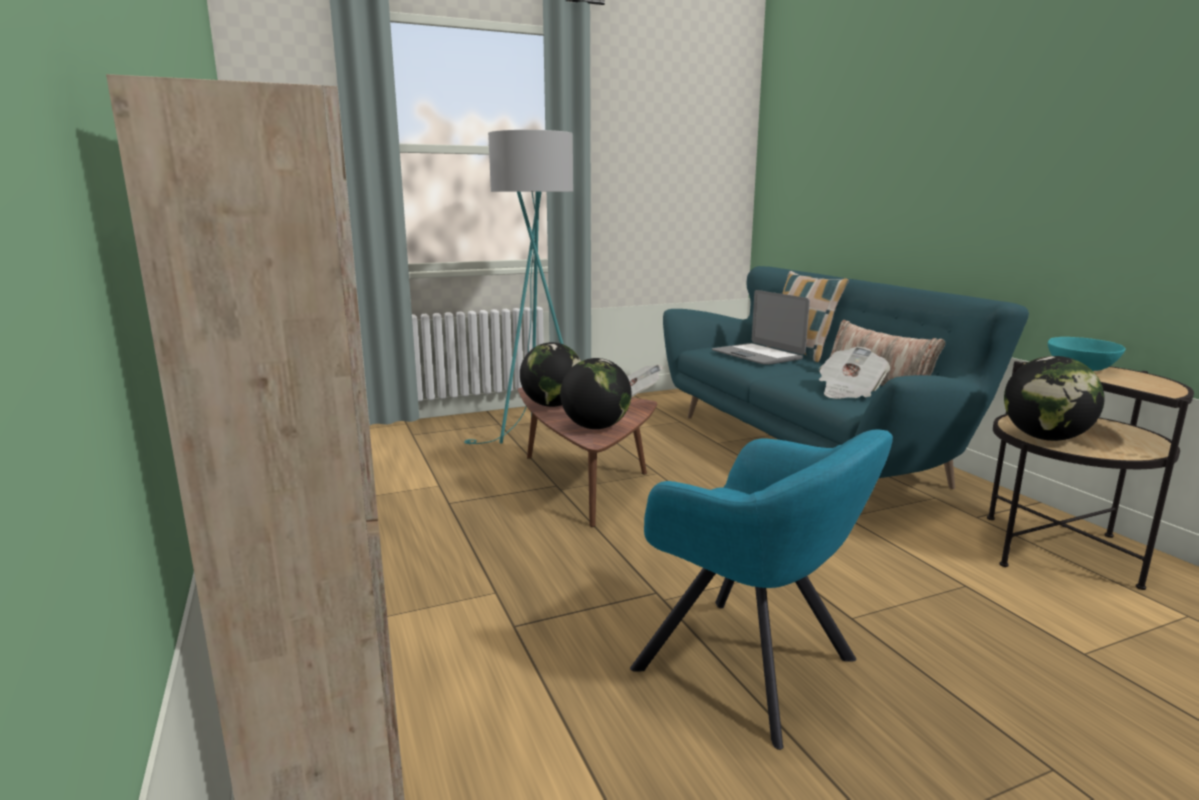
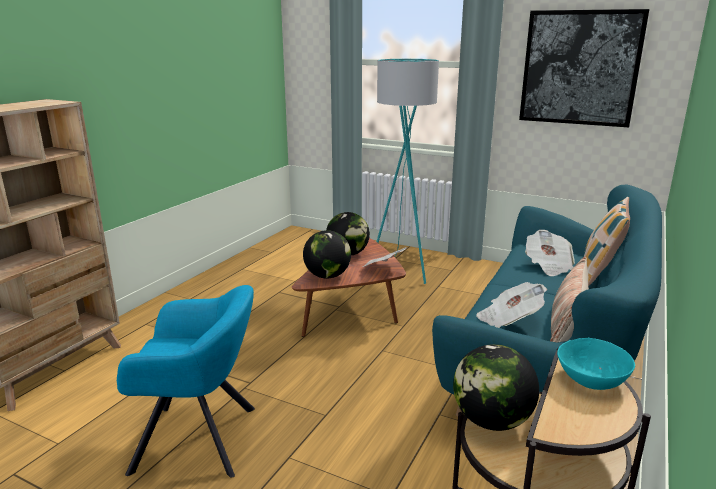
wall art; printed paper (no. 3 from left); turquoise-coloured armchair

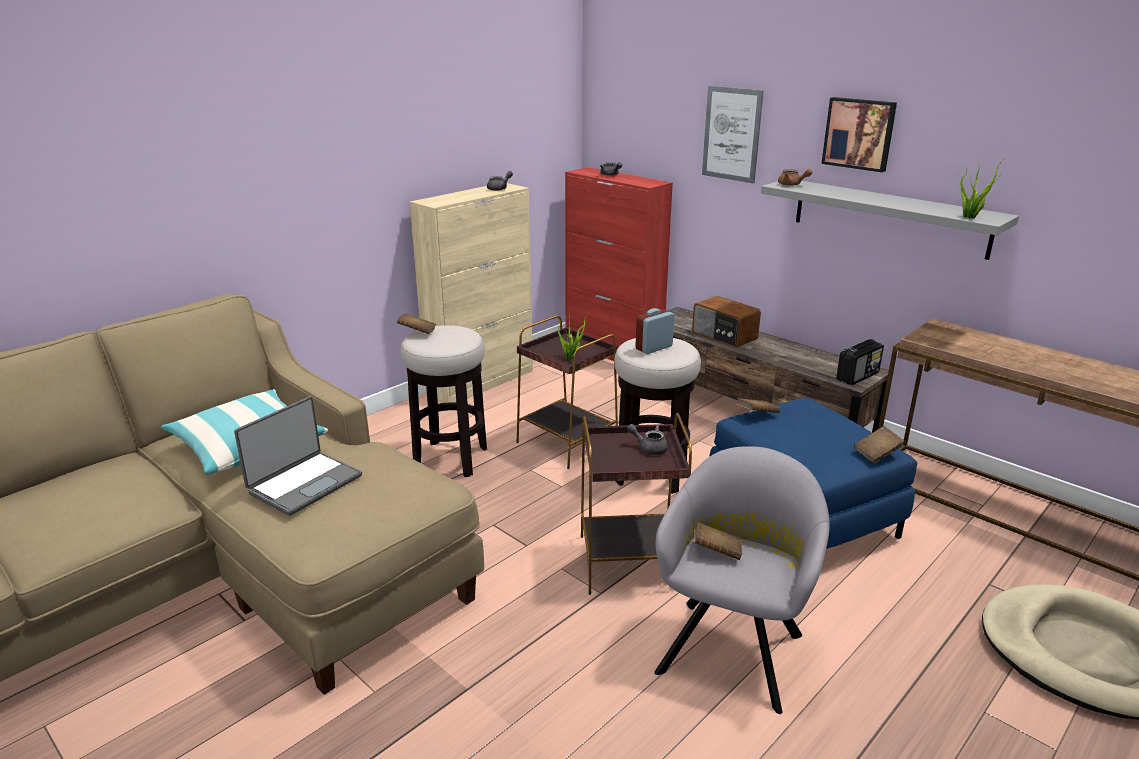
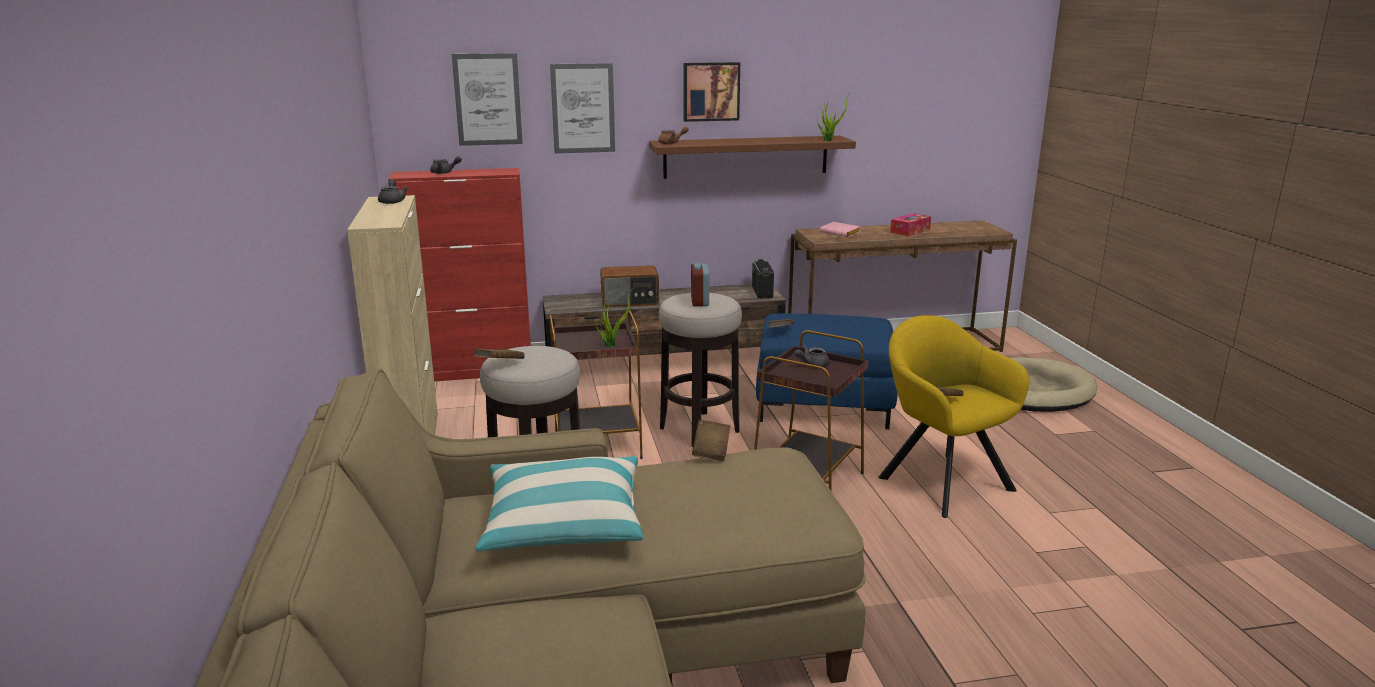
laptop; wall art (no. 1 from left); pink-coloured bound book; tissue holder; brownish bound book (no. 2 from left); yellow-coloured armchair; brownish wall shelf

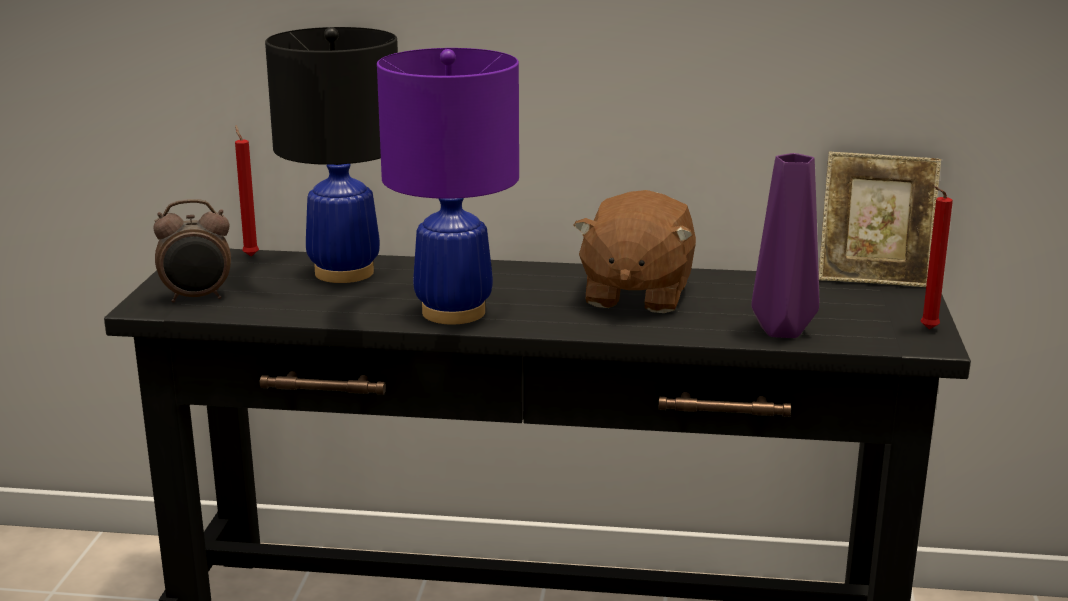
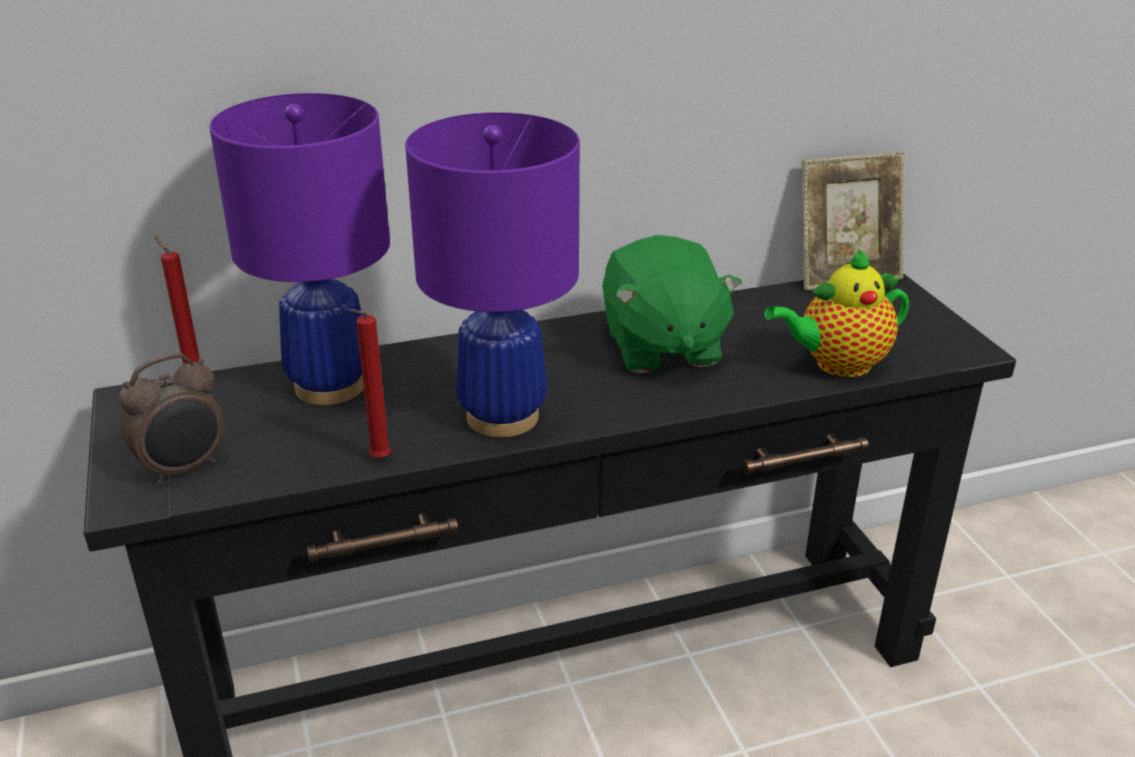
red candle (no. 2 from left); pot for tea; purple tabletop lamp (no. 1 from left); green-coloured soft toy

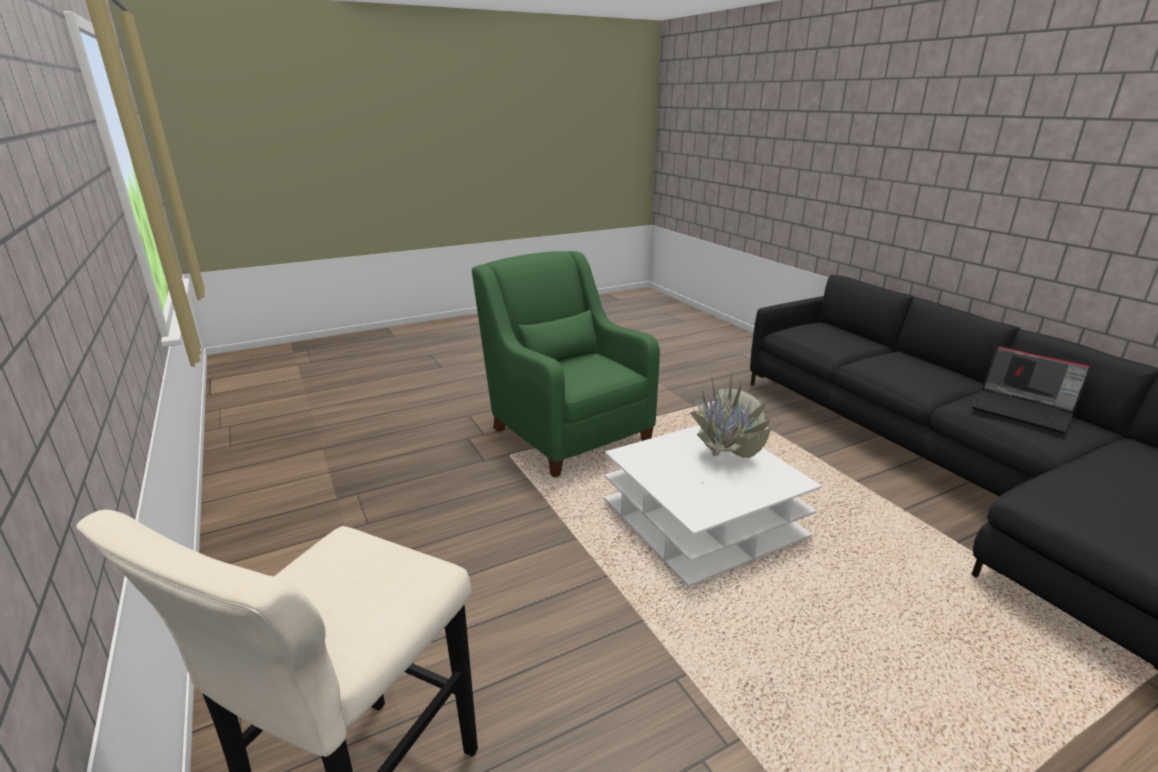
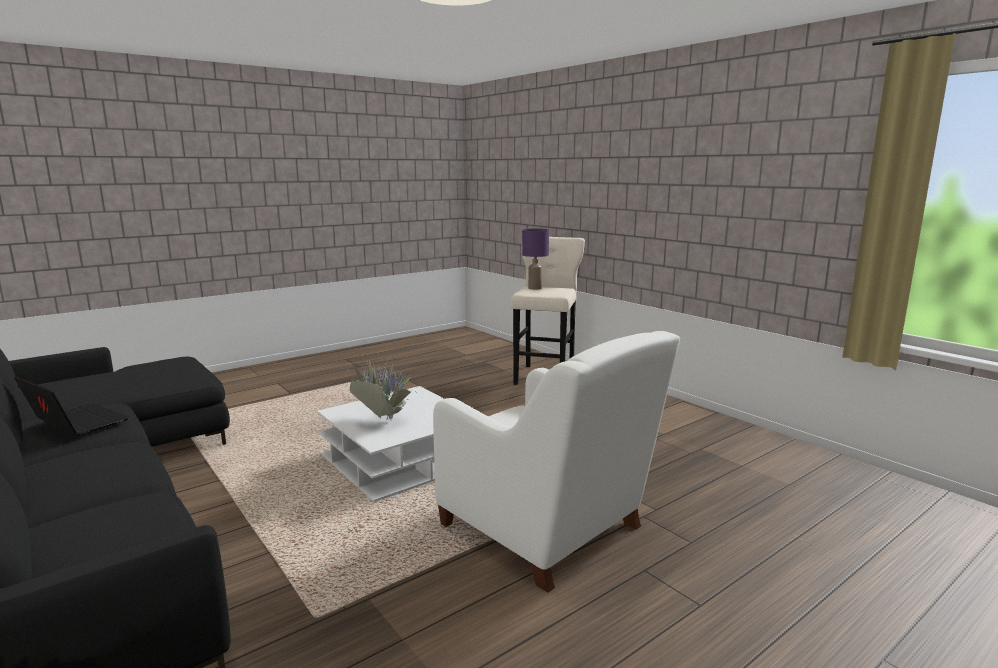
purple tabletop lamp; white-coloured armchair

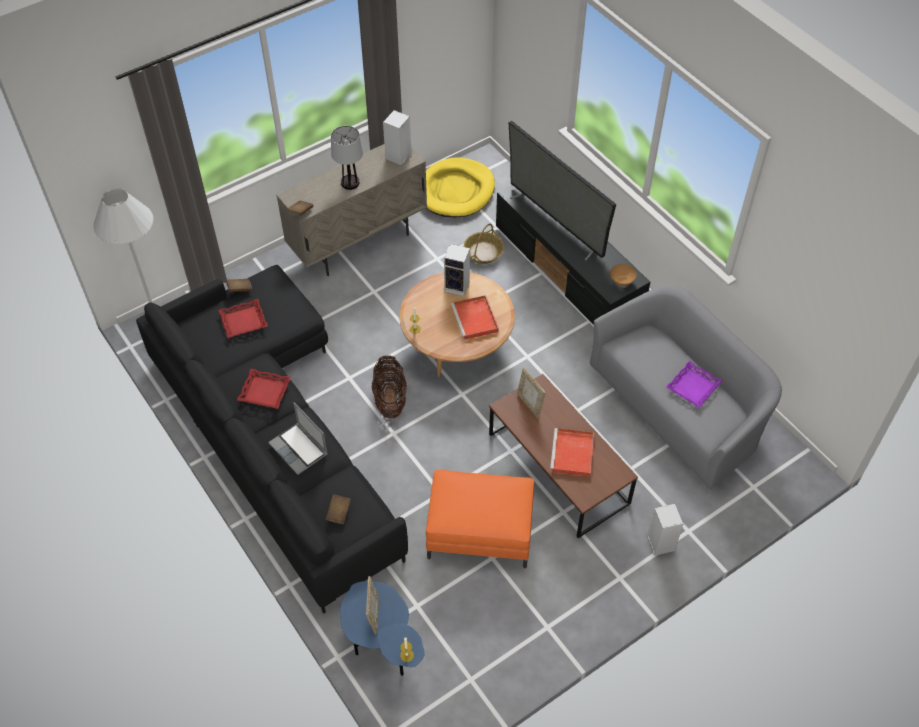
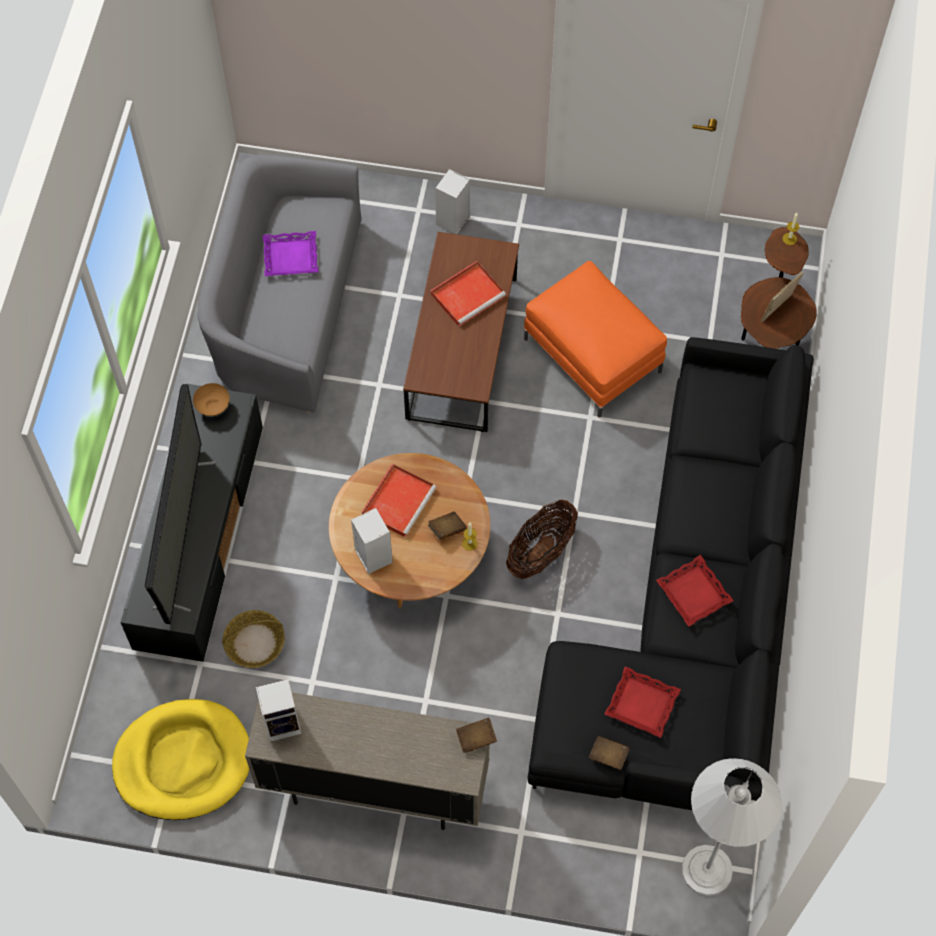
laptop; tabletop lamp; picture frame (no. 2 from left in the first image); brownish bound book (no. 1 from left); brownish accent table

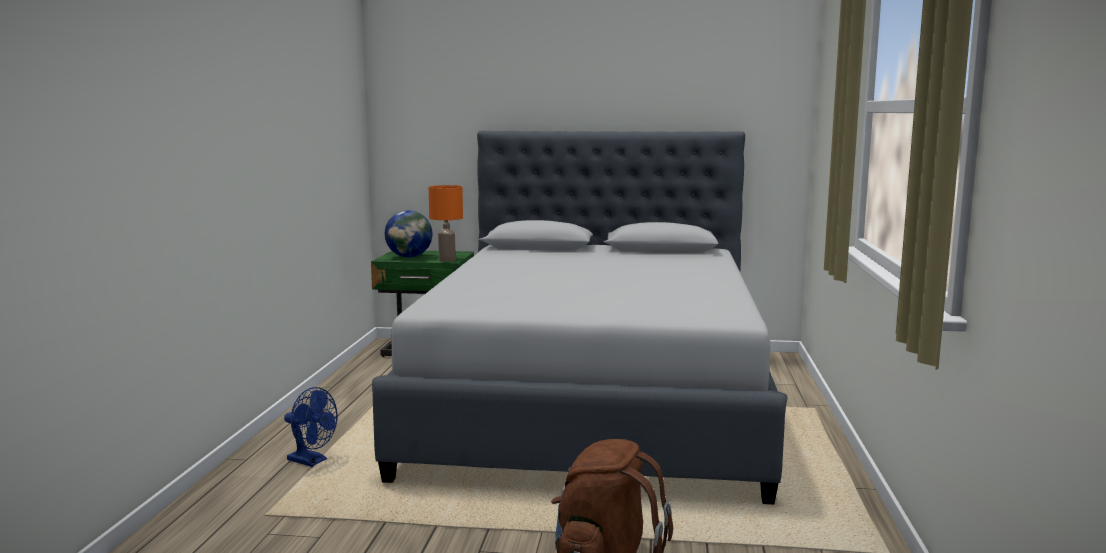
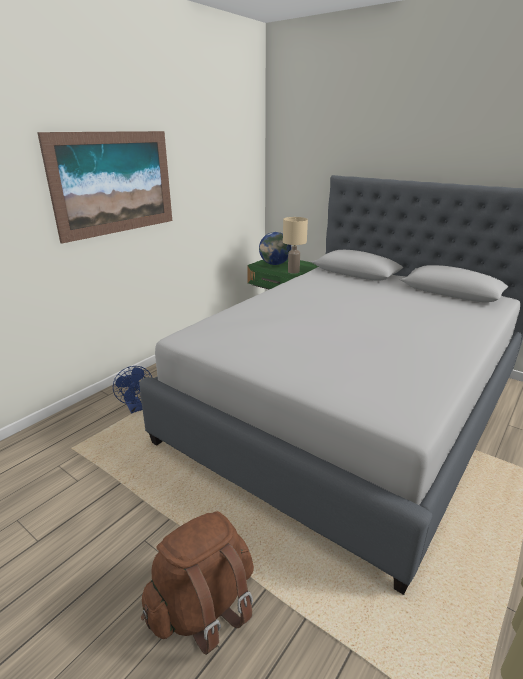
wall art; sand-coloured tabletop lamp

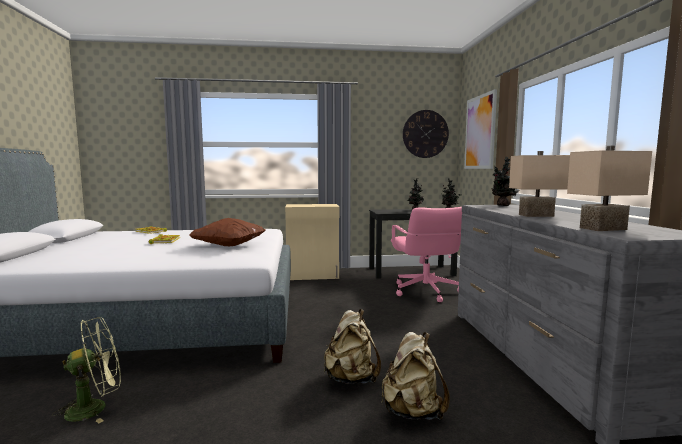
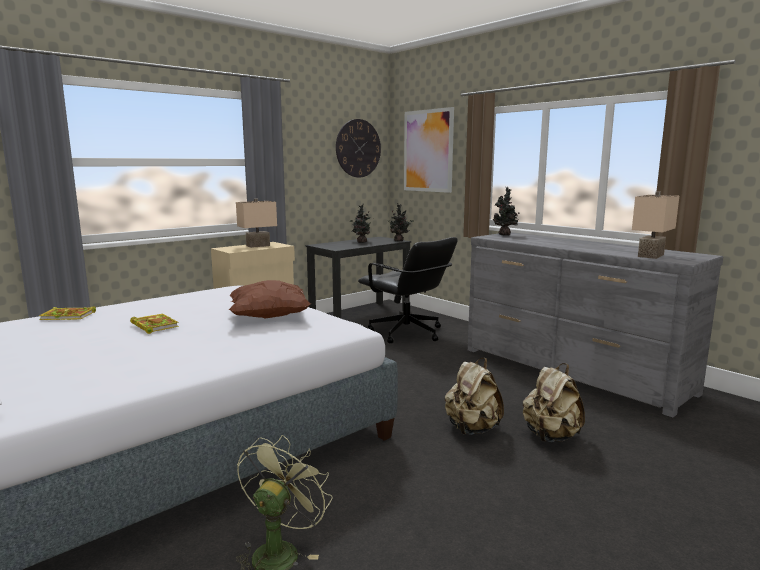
sand-coloured tabletop lamp (no. 1 from left); black computer chair

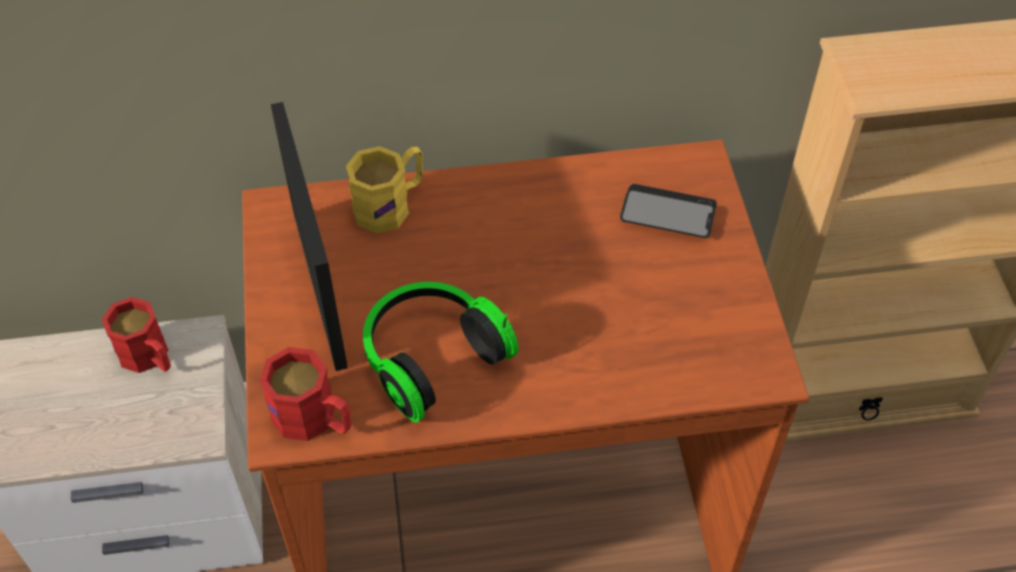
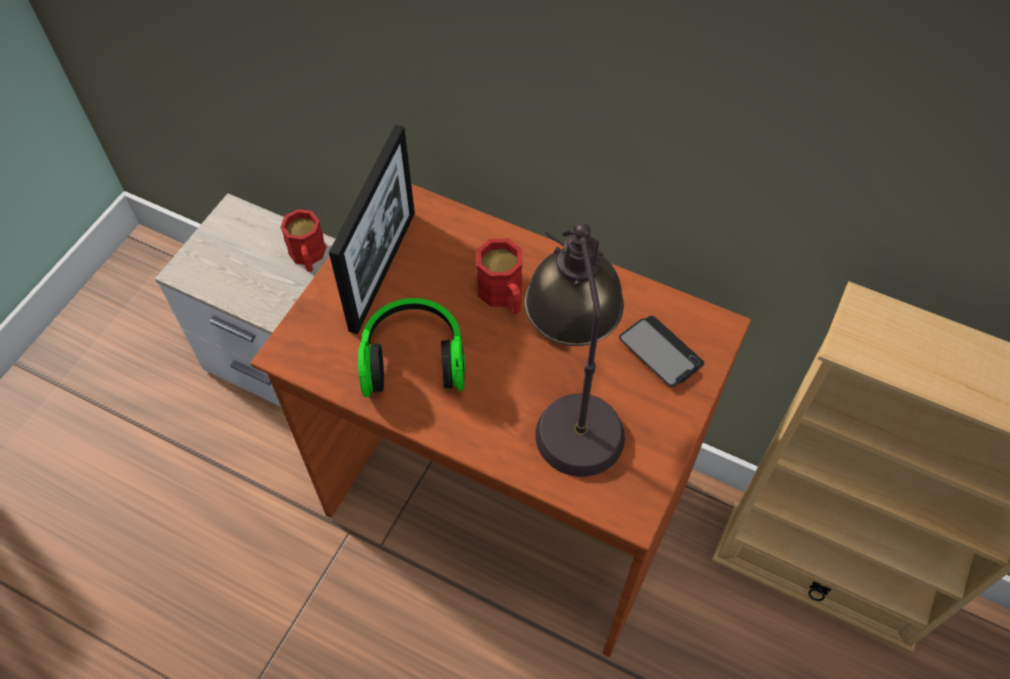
yellow-coloured mug; tabletop lamp; red mug (no. 2 from left)

